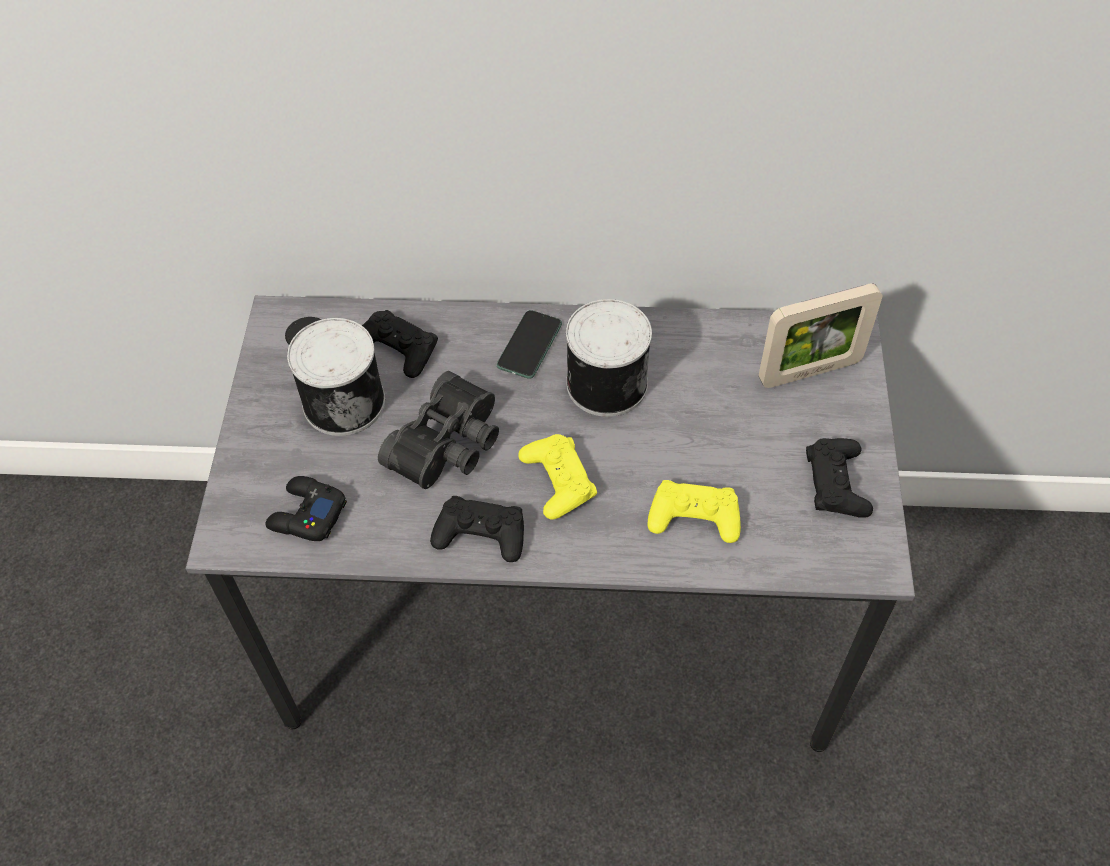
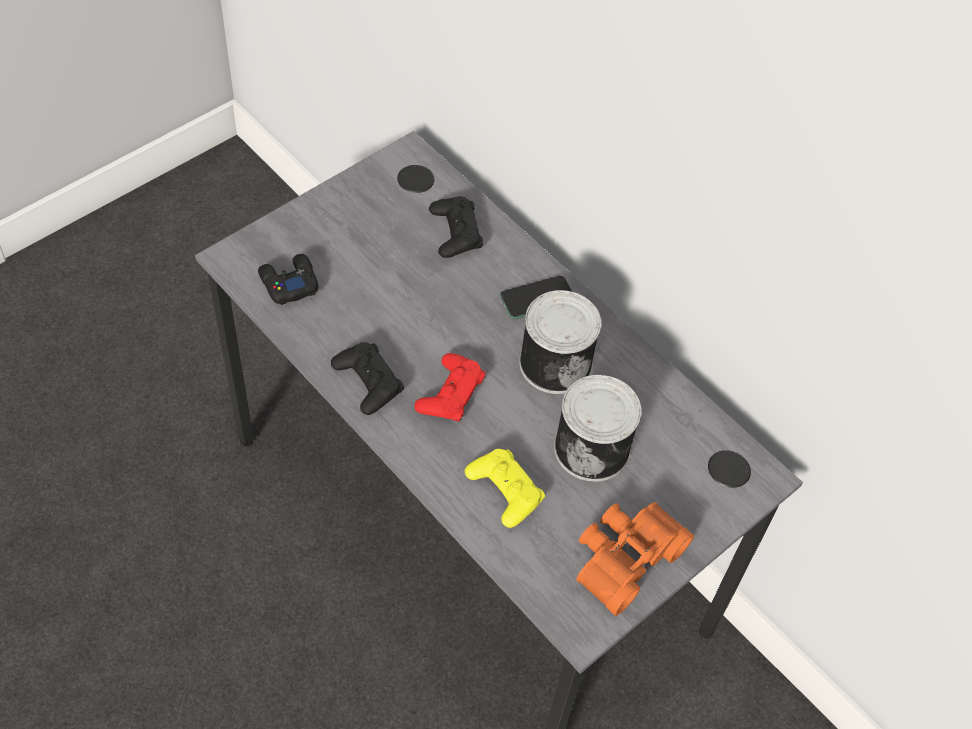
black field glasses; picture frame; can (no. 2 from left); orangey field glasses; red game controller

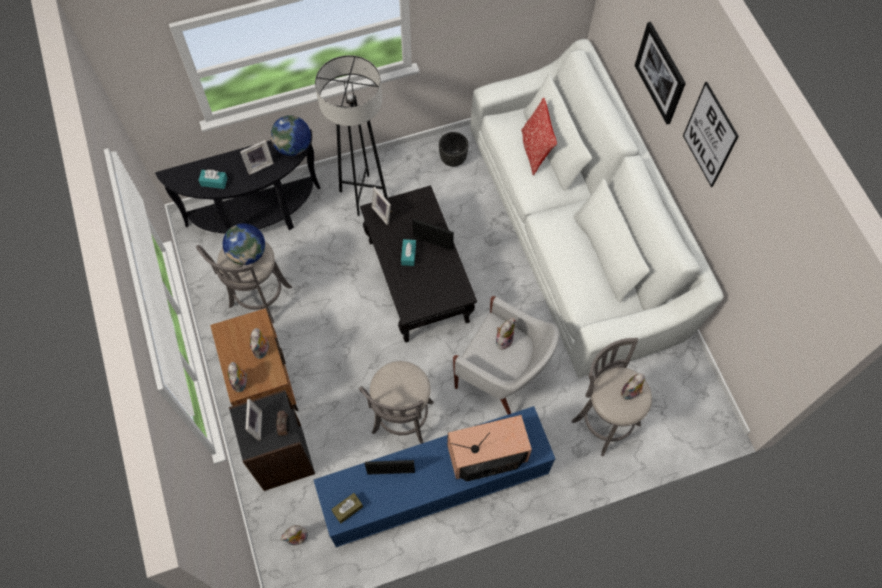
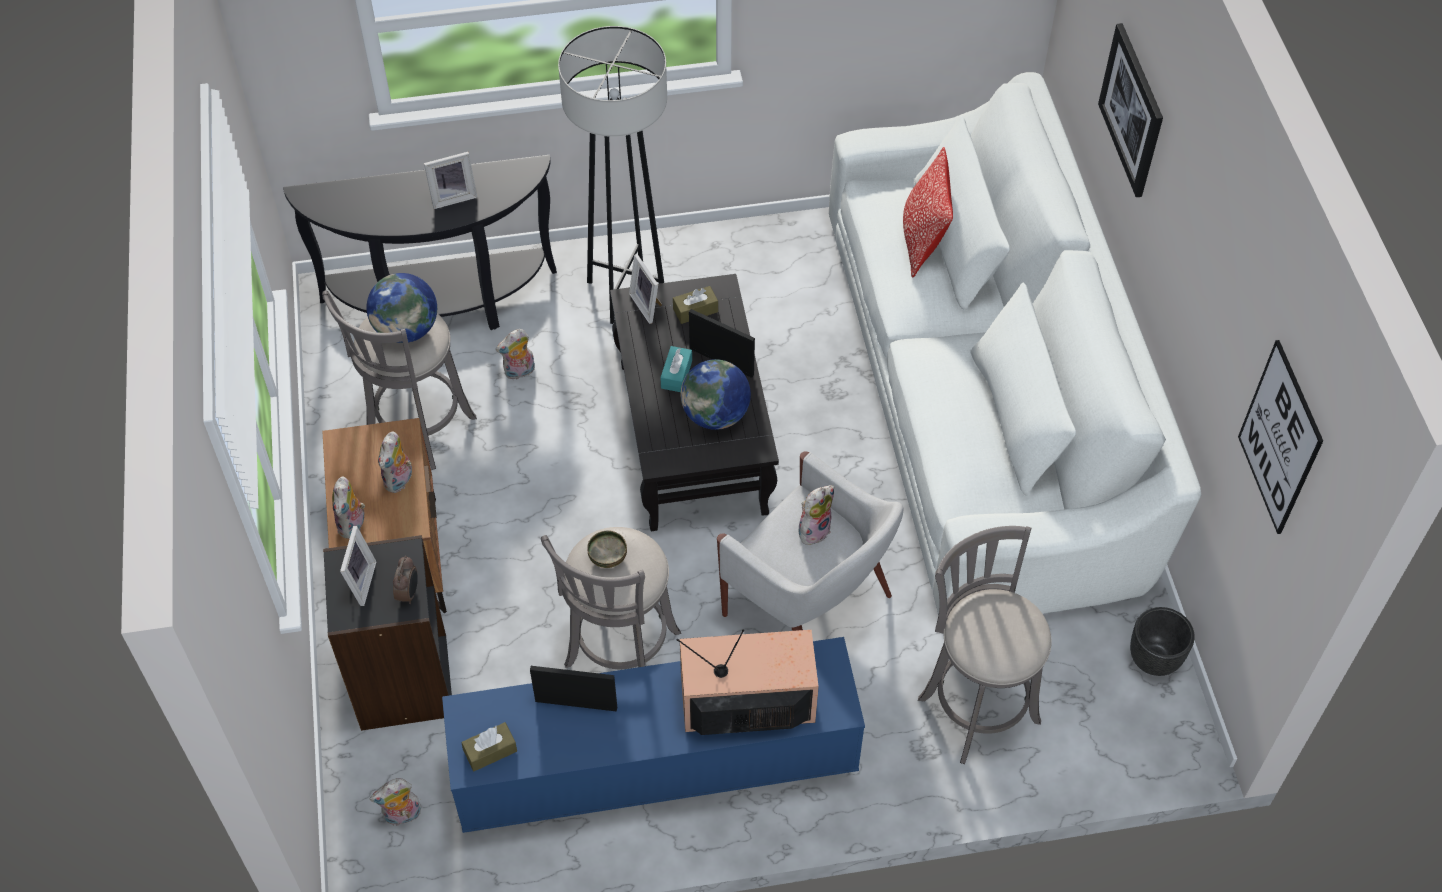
turquoise-coloured tissue holder (no. 1 from left in the first image); deep dish; brownish tissue holder (no. 2 from left); world globe (no. 2 from left); black planter; soft toy (no. 4 from left); wall art (no. 2 from left)

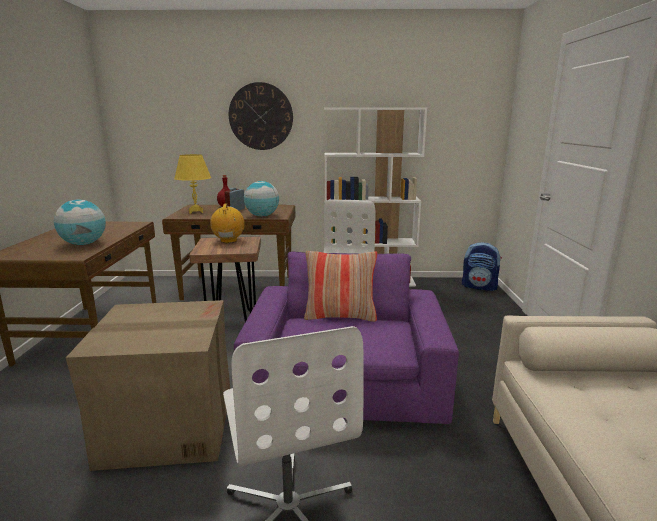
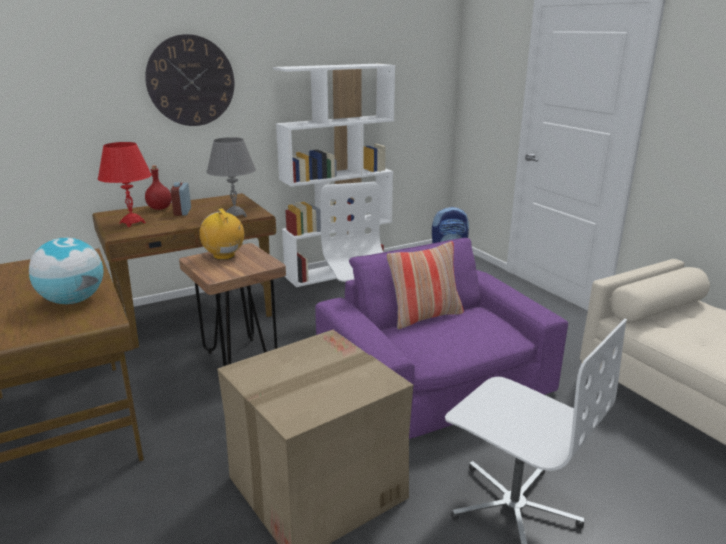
grey tabletop lamp; red tabletop lamp

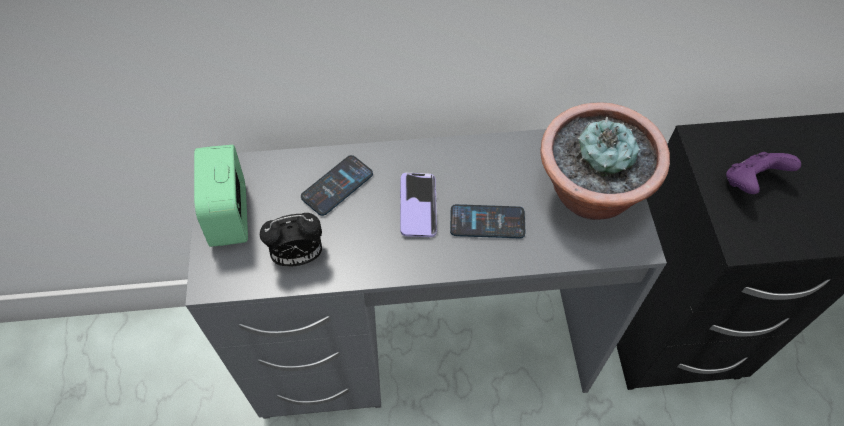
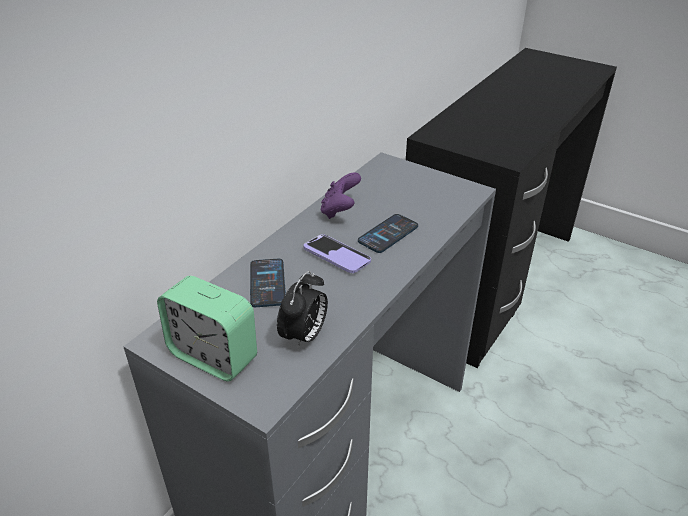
houseplant; purple game controller

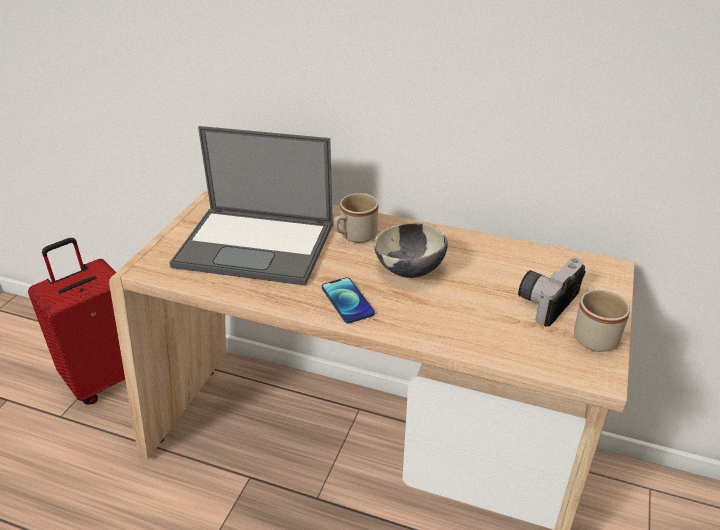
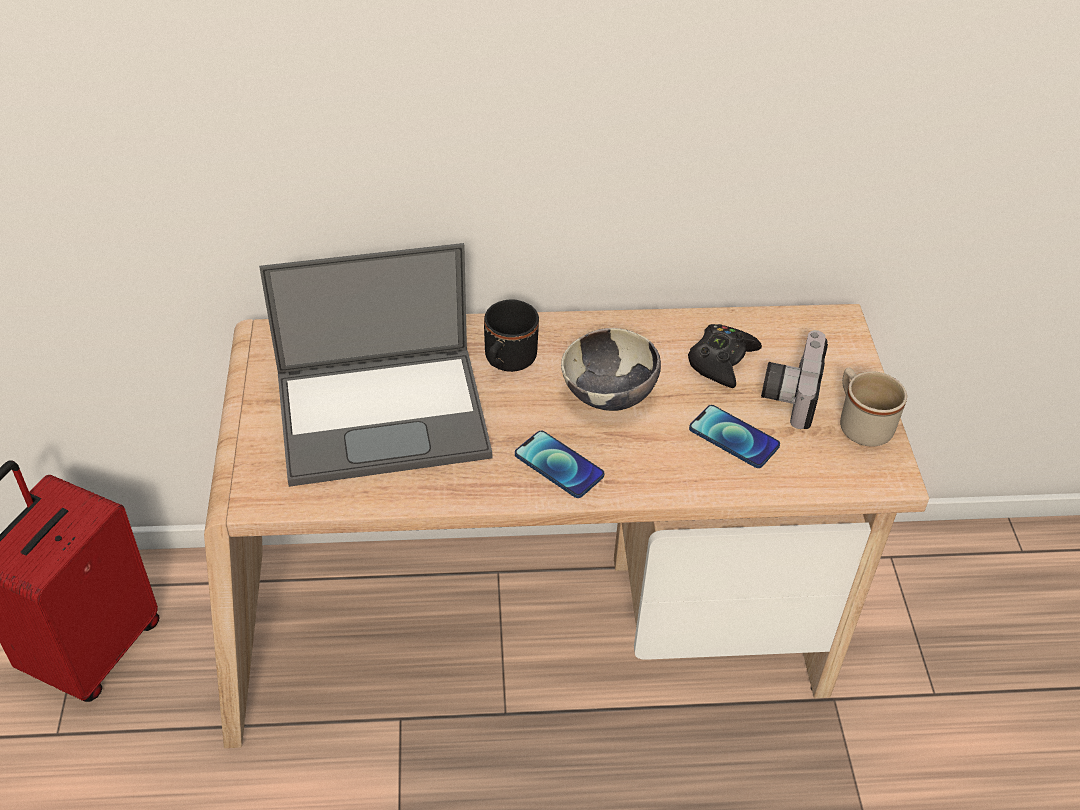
black game controller; telephone (no. 2 from left); black mug

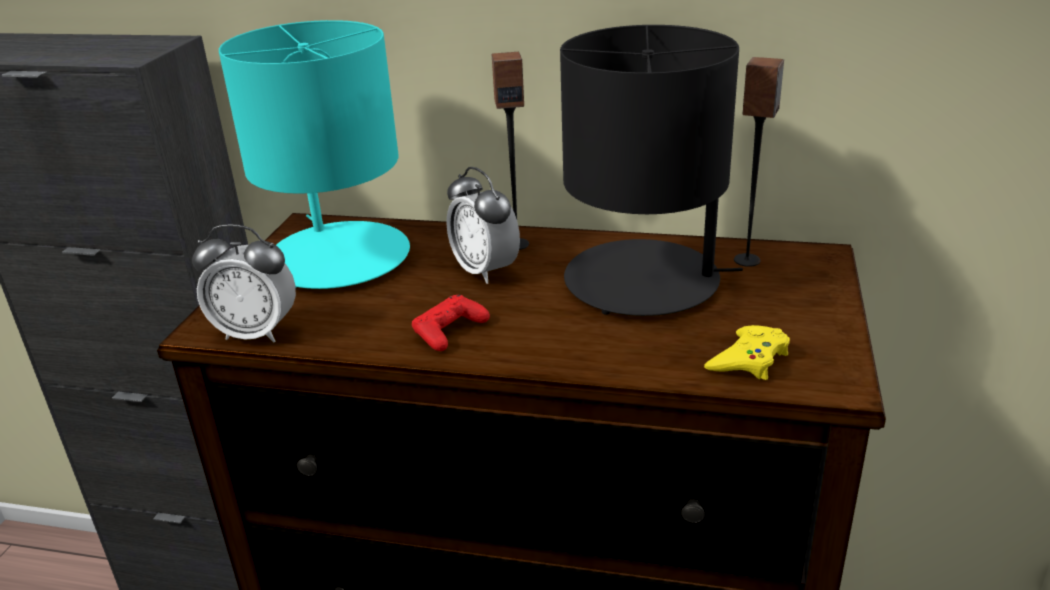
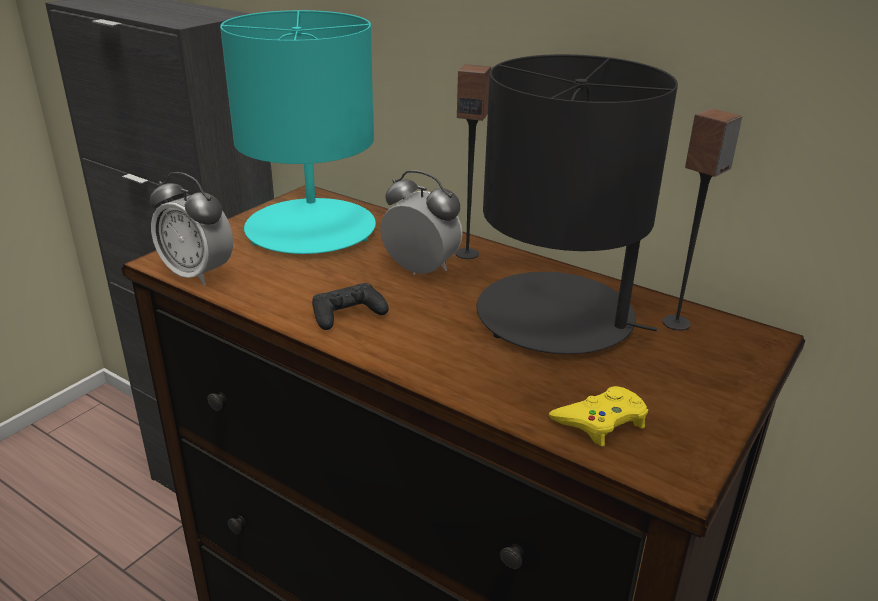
black game controller; bedside clock (no. 2 from left)

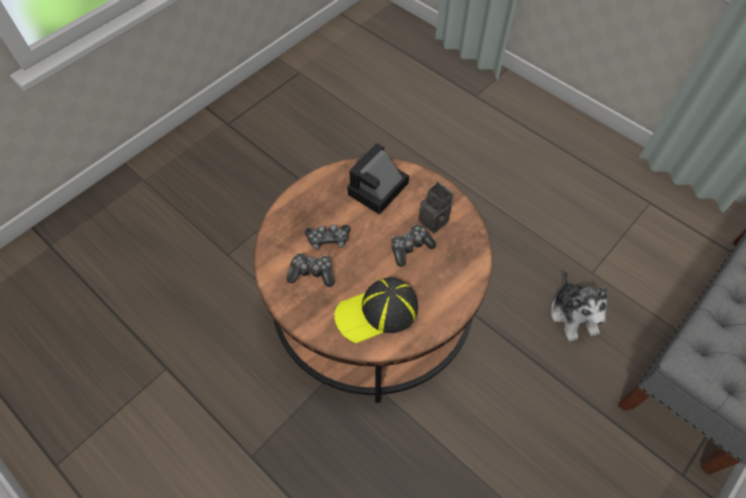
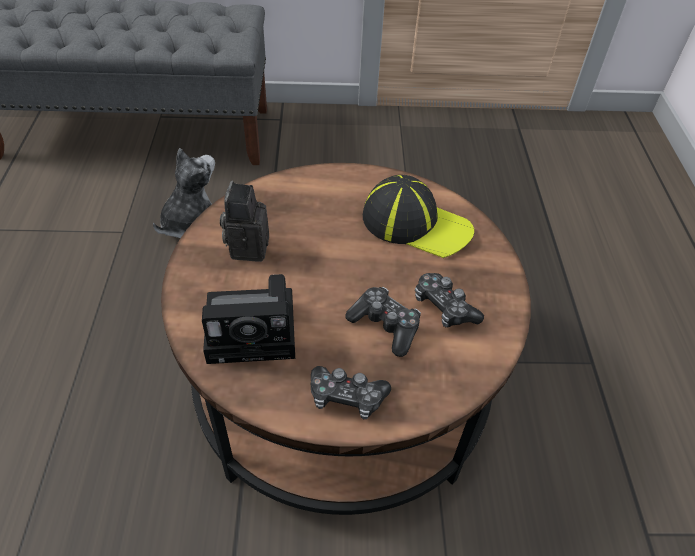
game controller (no. 1 from left)

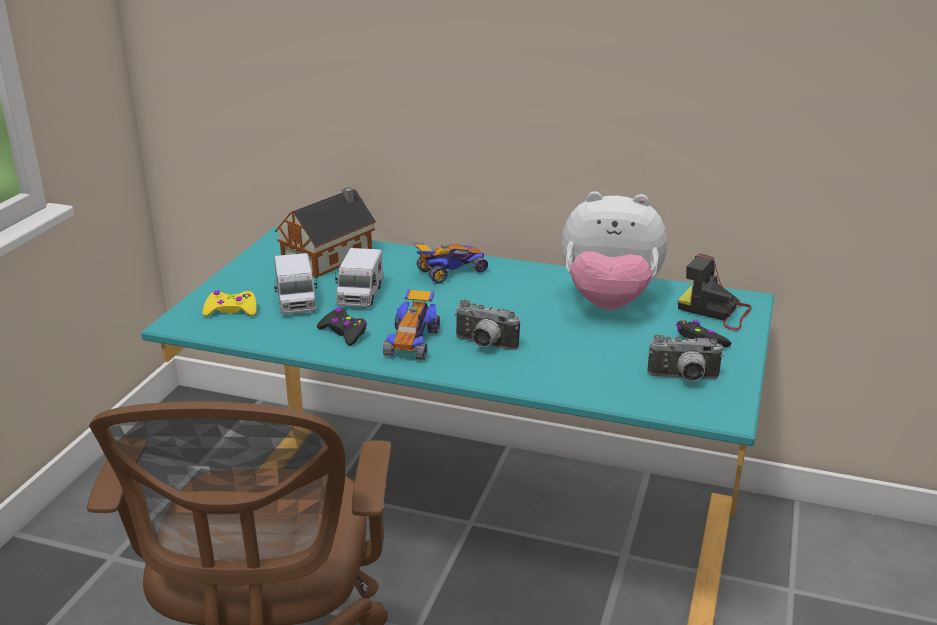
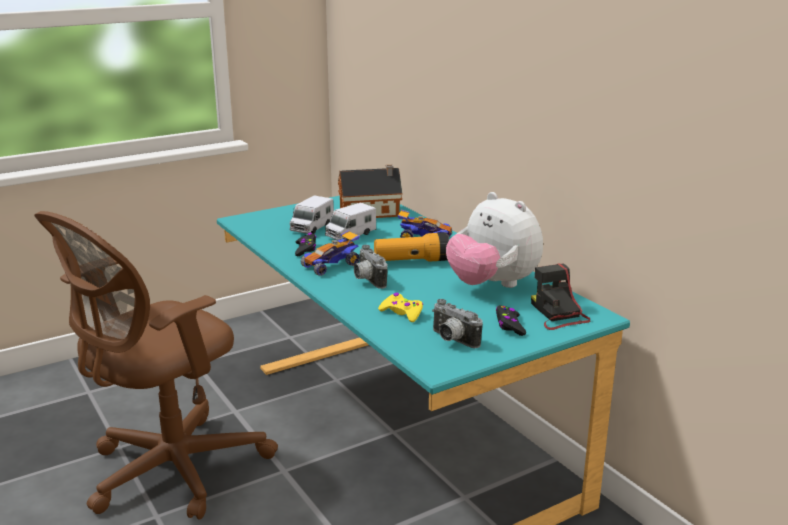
flashlight; yellow-coloured game controller

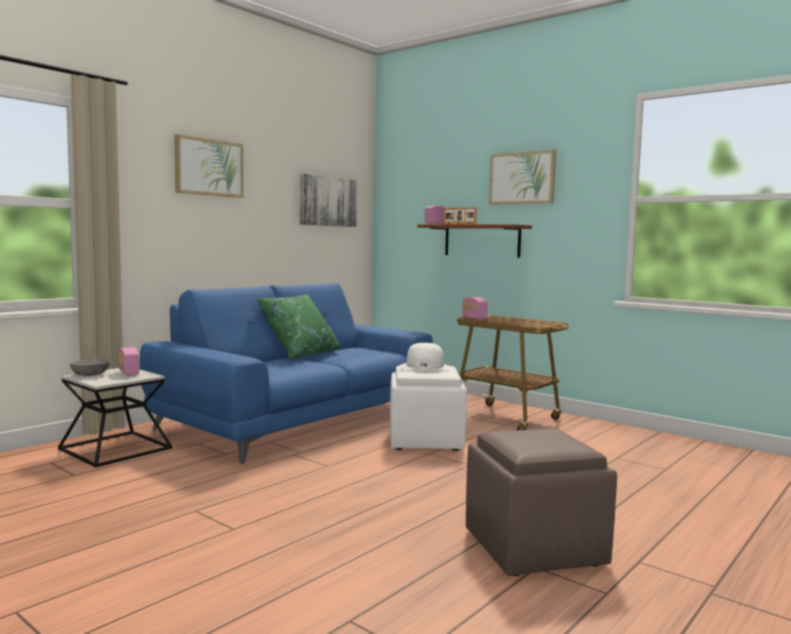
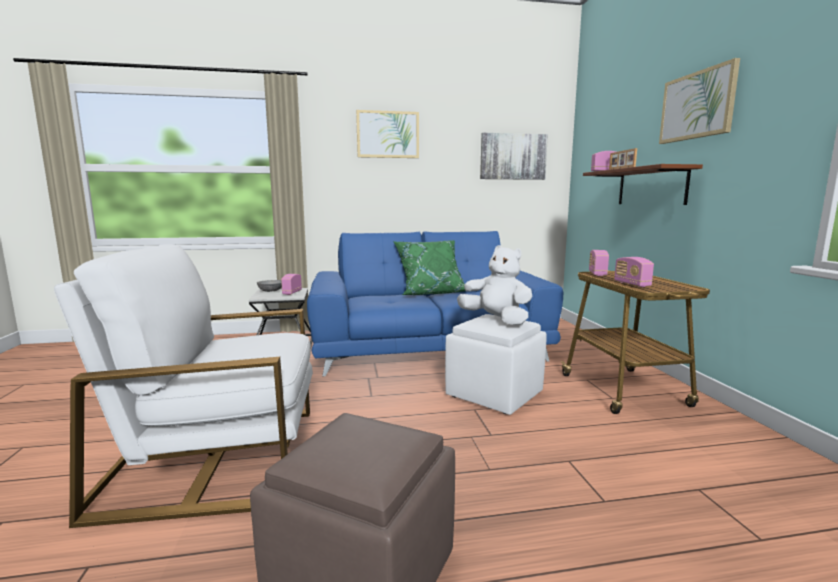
white-coloured armchair; radio (no. 4 from left); white-coloured soft toy

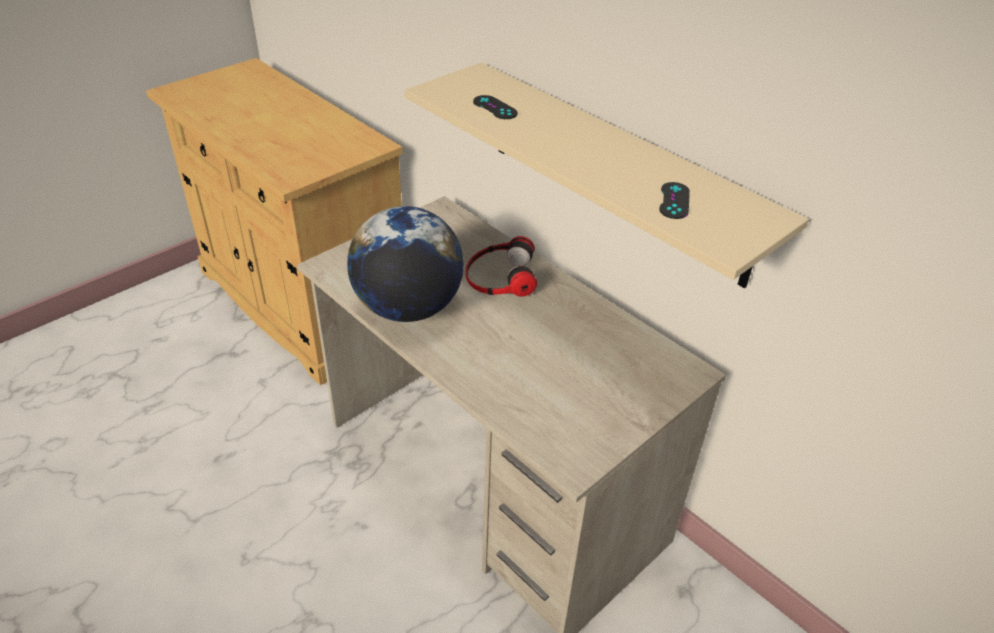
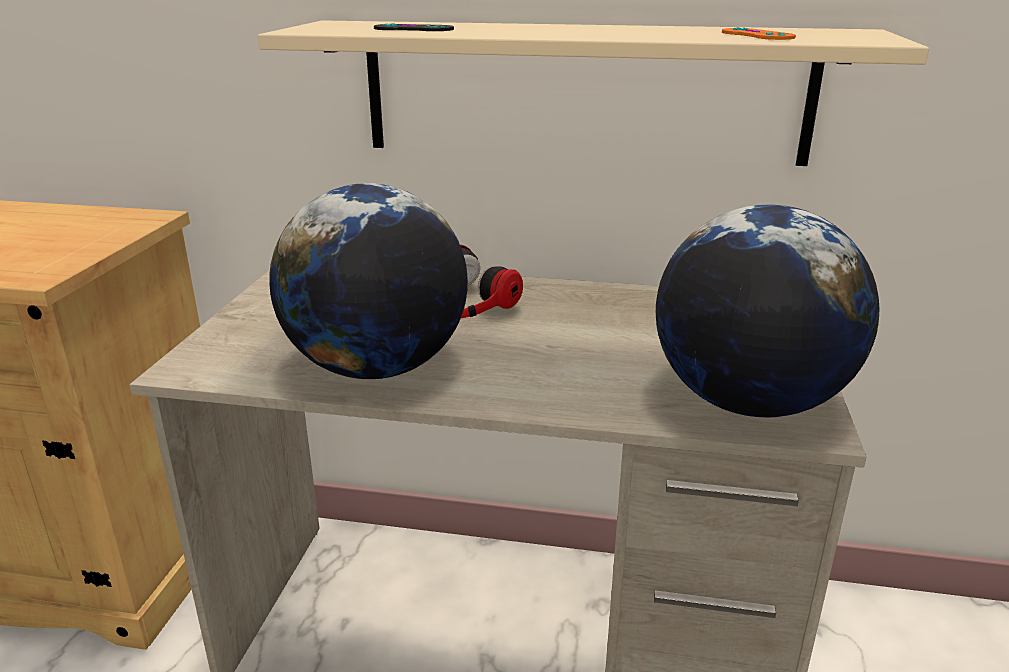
world globe (no. 2 from left); orangey game controller

